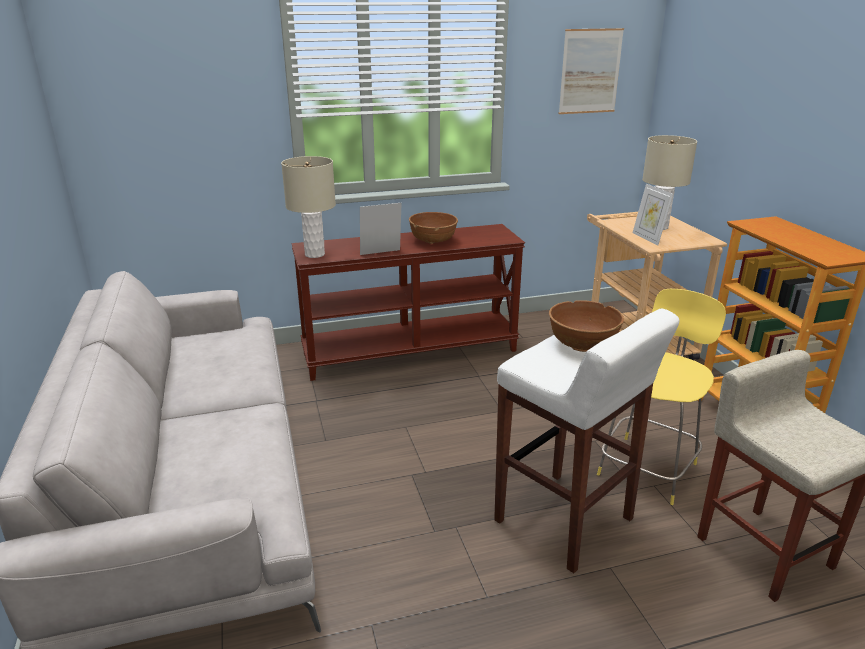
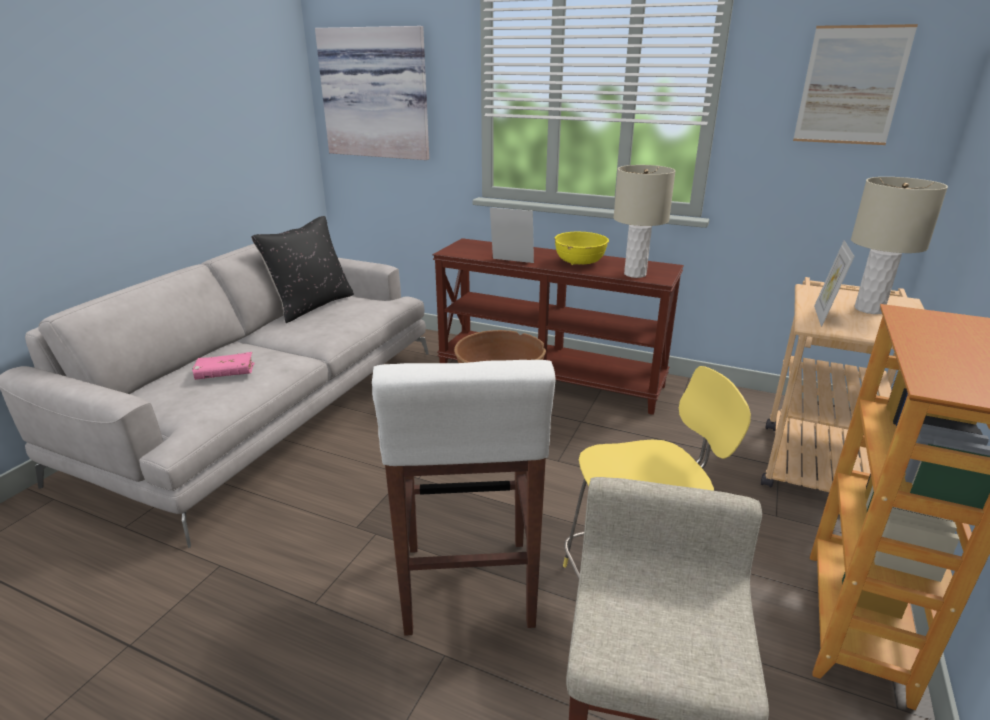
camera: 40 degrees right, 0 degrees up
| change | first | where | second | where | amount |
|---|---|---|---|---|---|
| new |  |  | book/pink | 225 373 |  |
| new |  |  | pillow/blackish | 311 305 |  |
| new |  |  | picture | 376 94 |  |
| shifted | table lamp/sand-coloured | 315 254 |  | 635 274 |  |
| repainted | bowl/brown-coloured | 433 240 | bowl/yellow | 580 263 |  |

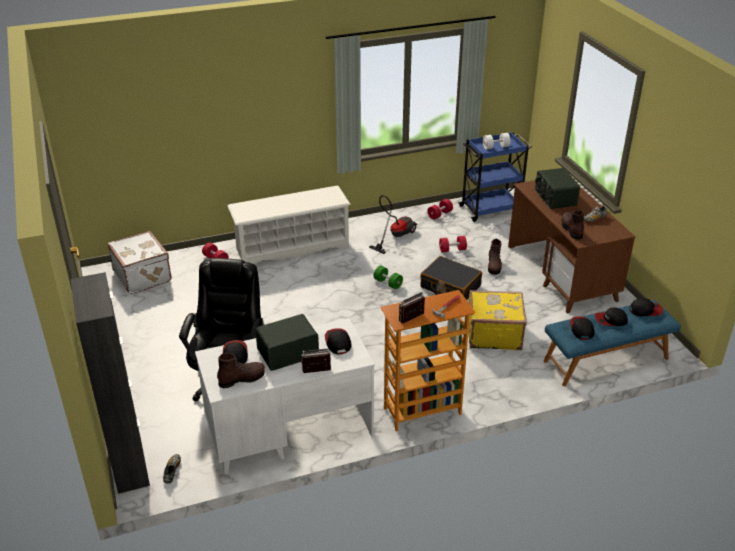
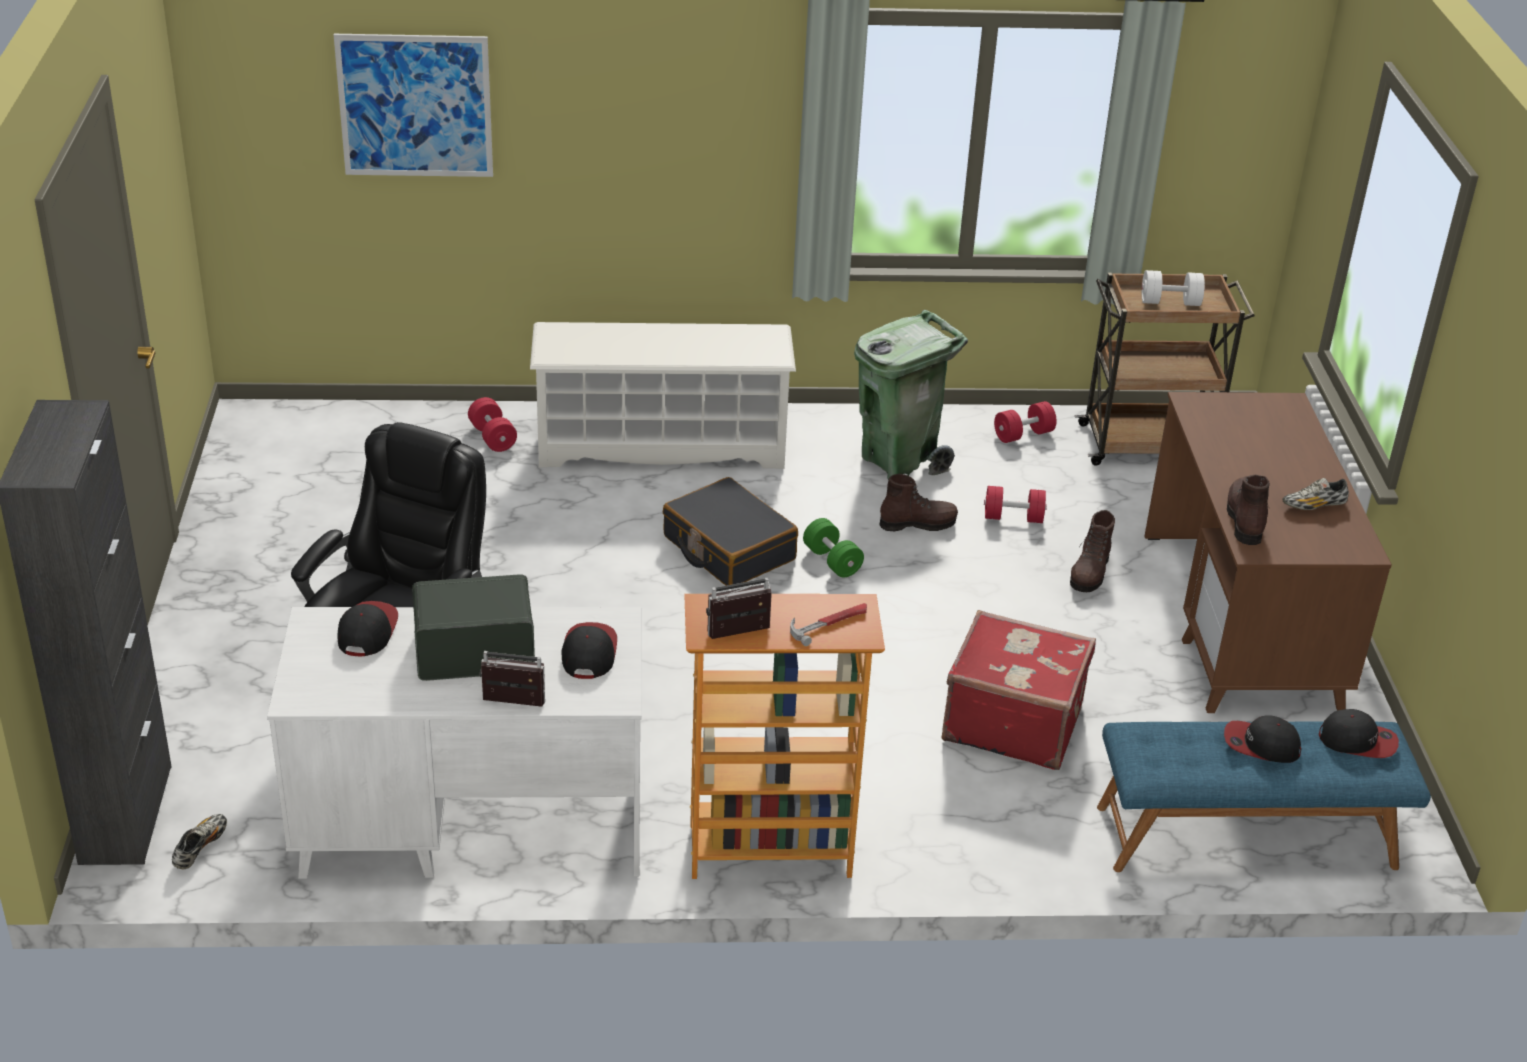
camera: 15 degrees right, 0 degrees up
| change | first | where | second | where | amount |
|---|---|---|---|---|---|
| gone | travel case/whitish | 143 276 |  |  |  |
| gone | radio set | 554 198 |  |  |  |
| gone | cap | 581 329 |  |  |  |
| new |  |  | picture | 415 106 |  |
| shifted | boot/brown-coloured | 242 379 |  | 918 523 |  |
| shifted | travel case/blackish | 450 287 |  | 728 548 |  |
| swapped | vacuum | 395 235 | trash can/green | 899 461 |  |
| repainted | cart/blue | 491 209 | cart/brown-coloured | 1148 444 |  |
| repainted | travel case/yellow | 493 334 | travel case/red | 1012 722 |  |

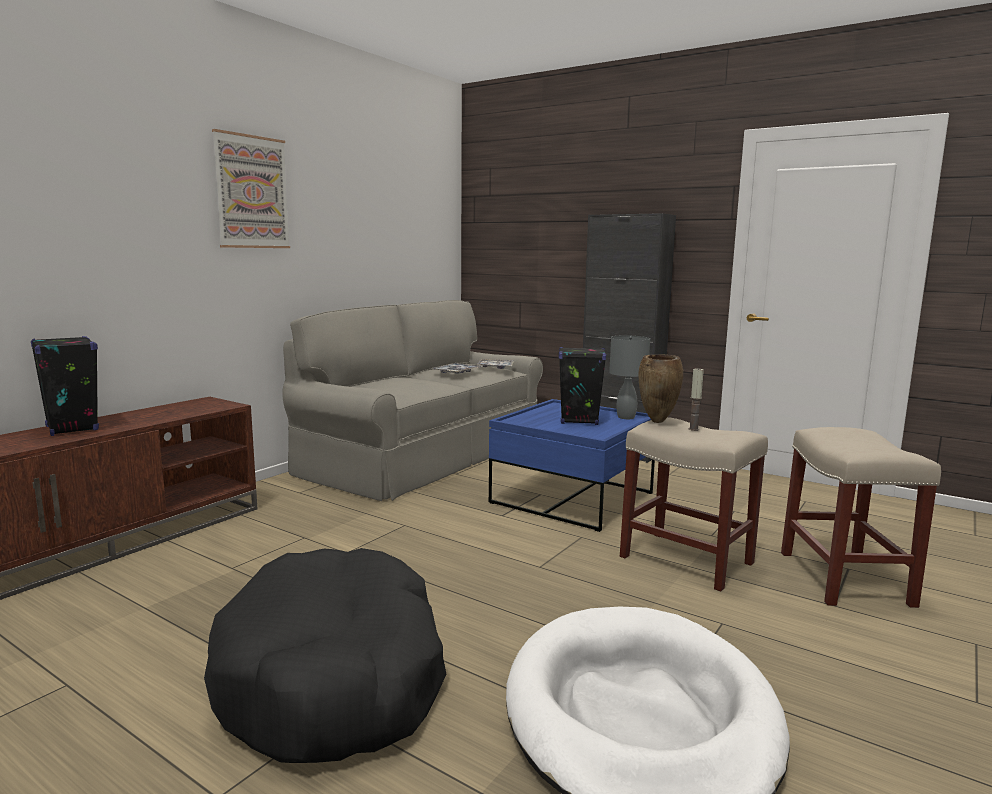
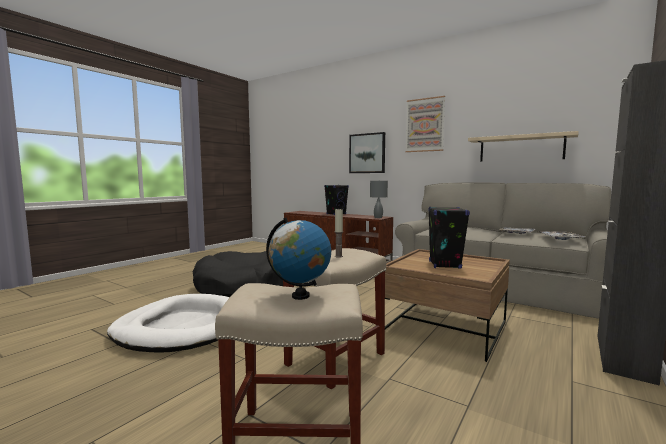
camera: 90 degrees right, 5 degrees down
| change | first | where | second | where | amount |
|---|---|---|---|---|---|
| gone | decorative vase/brown-coloured | 657 422 |  |  |  |
| new |  |  | globe | 300 296 |  |
| new |  |  | picture | 367 153 |  |
| new |  |  | wall shelf/sand-coloured | 520 148 |  |
| shifted | table lamp/grey | 625 417 |  | 378 217 |  |
| repainted | coffee table/blue | 572 498 | coffee table/brown-coloured | 444 327 |  |

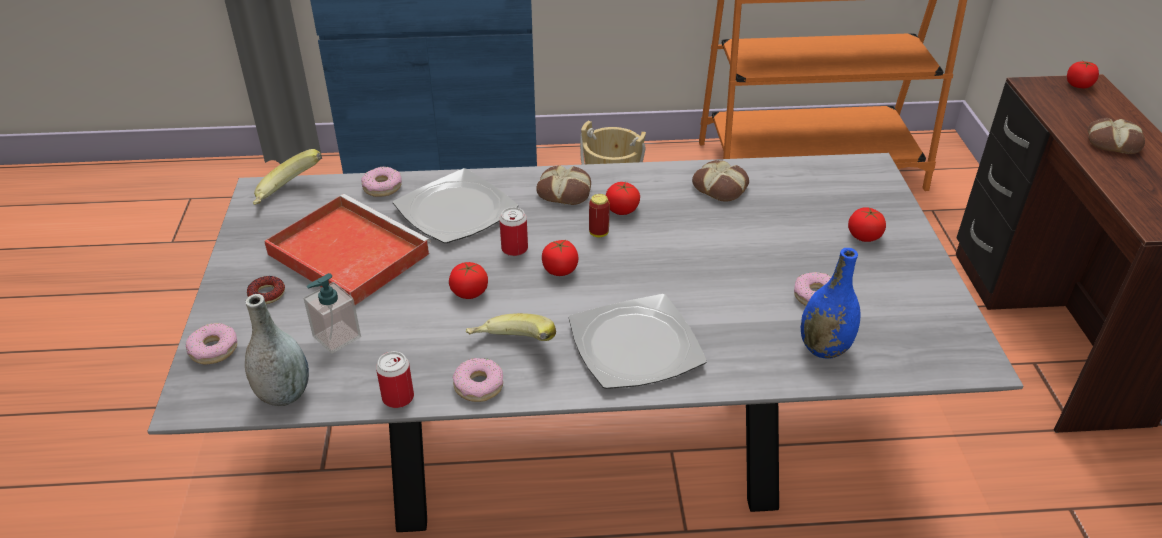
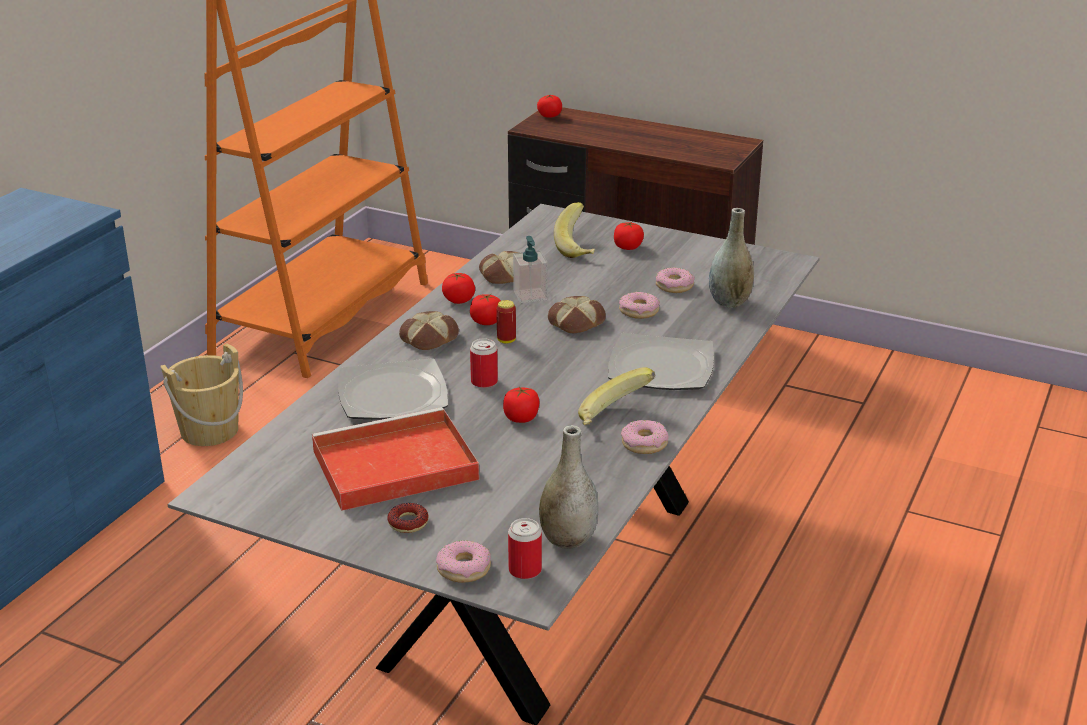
camera: 60 degrees left, 10 degrees down
| change | first | where | second | where | amount |
|---|---|---|---|---|---|
| shifted | banana | 289 195 |  | 579 248 |  |
| shifted | soap dispenser | 336 337 |  | 530 295 |  |
| shifted | donut | 382 187 |  | 639 311 |  |
| shifted | metal can | 398 397 |  | 525 570 |  |
| shifted | fresh tomato | 560 270 |  | 459 300 |  |
| shifted | baked bread | 1113 142 |  | 575 321 |  |
| repainted | decorative vase/blue | 824 348 | decorative vase/grey | 729 302 |  |

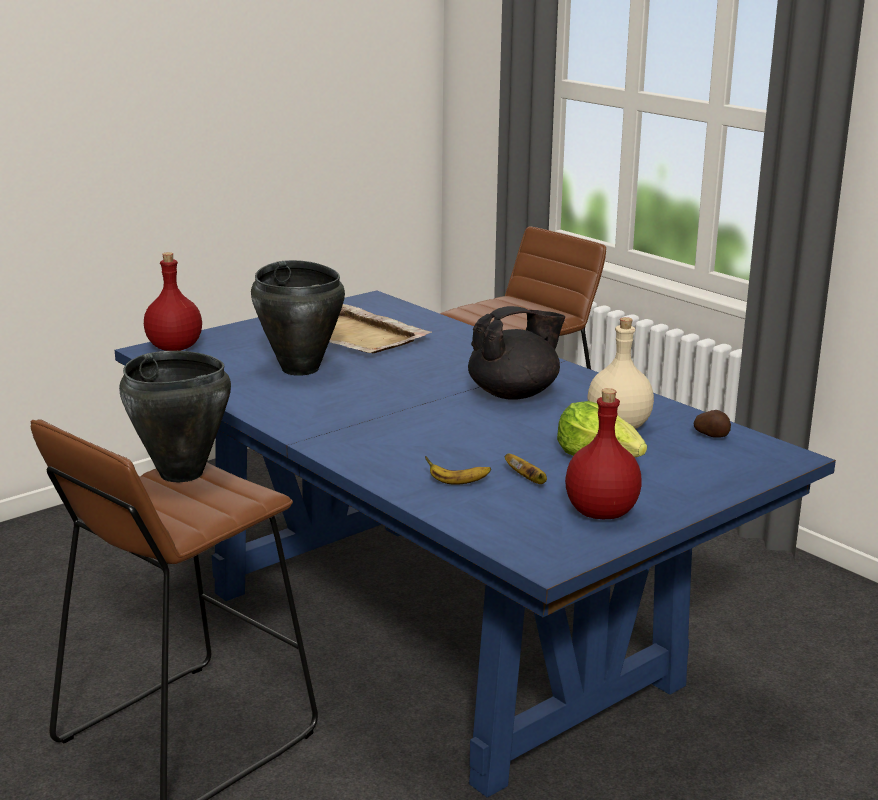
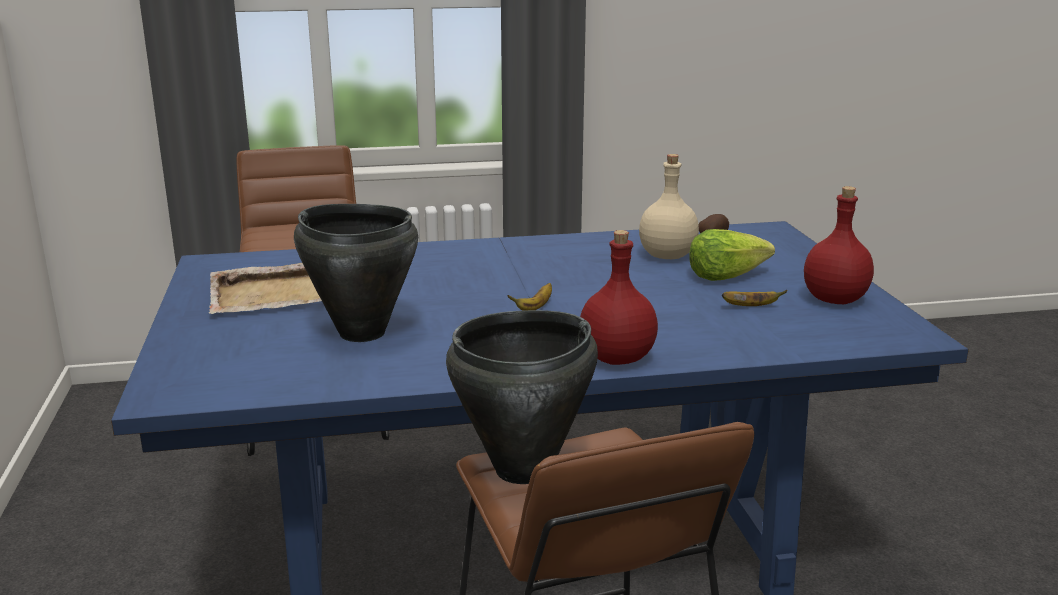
camera: 60 degrees left, 0 degrees up
| change | first | where | second | where | amount |
|---|---|---|---|---|---|
| gone | teapot/blackish | 514 394 |  |  |  |
| shifted | drink bottle/red | 174 348 |  | 615 358 |  |
| shifted | banana | 457 483 |  | 535 307 |  |

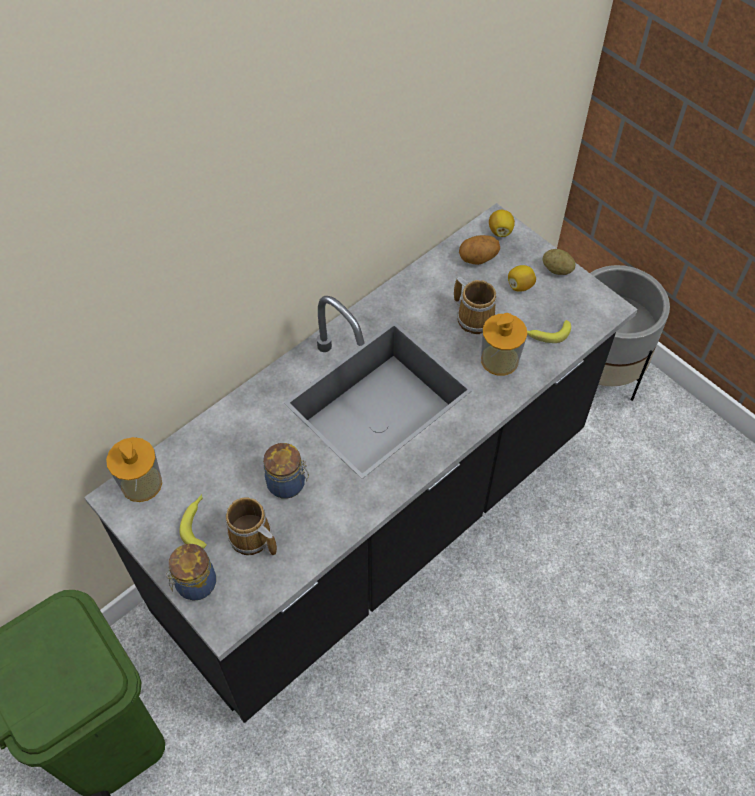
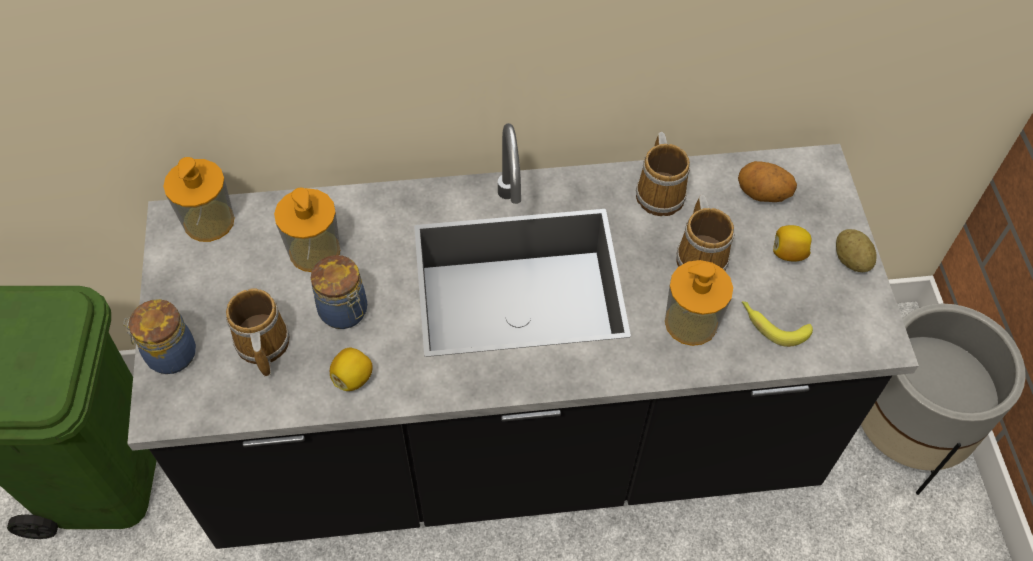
camera: 35 degrees right, 0 degrees up
| change | first | where | second | where | amount |
|---|---|---|---|---|---|
| gone | banana | 197 523 |  |  |  |
| new |  |  | soap dispenser | 314 251 |  |
| new |  |  | mug | 661 193 |  |
| shifted | citrus fruit | 500 231 |  | 353 377 |  |

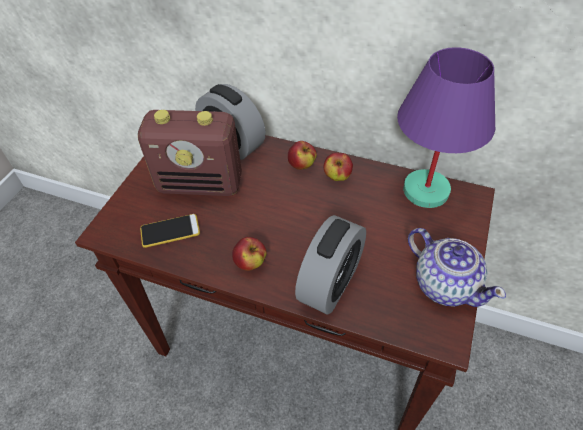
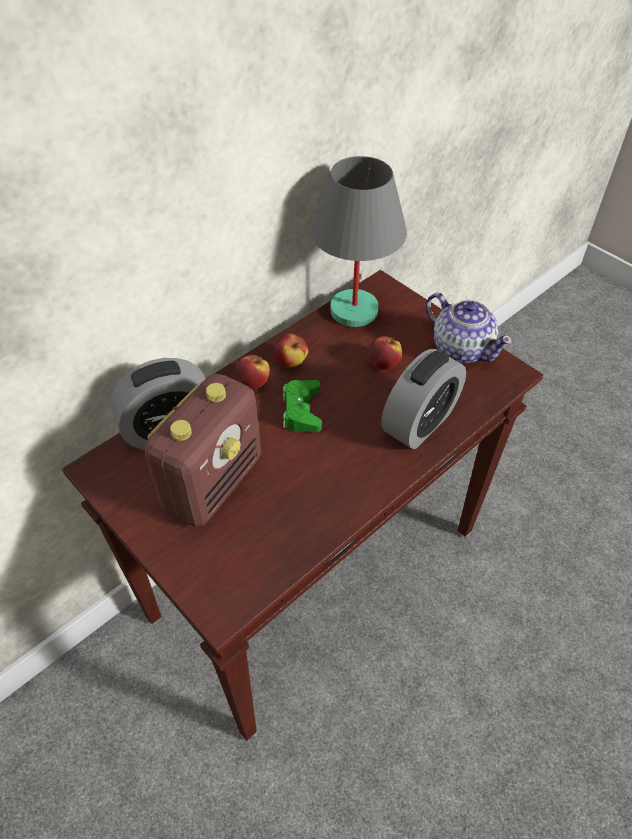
camera: 65 degrees left, 0 degrees up
| change | first | where | second | where | amount |
|---|---|---|---|---|---|
| gone | handset | 170 231 |  |  |  |
| new |  |  | joypad/green | 301 411 |  |
| shifted | apple fruit | 250 263 |  | 384 364 |  |
| repainted | table lamp/purple-coloured | 425 191 | table lamp/grey | 354 311 |  |
| rotated | bedside clock | 330 283 |  | 419 423 | 75 degrees clockwise |
| rotated | teapot | 445 284 |  | 461 348 | 60 degrees clockwise |

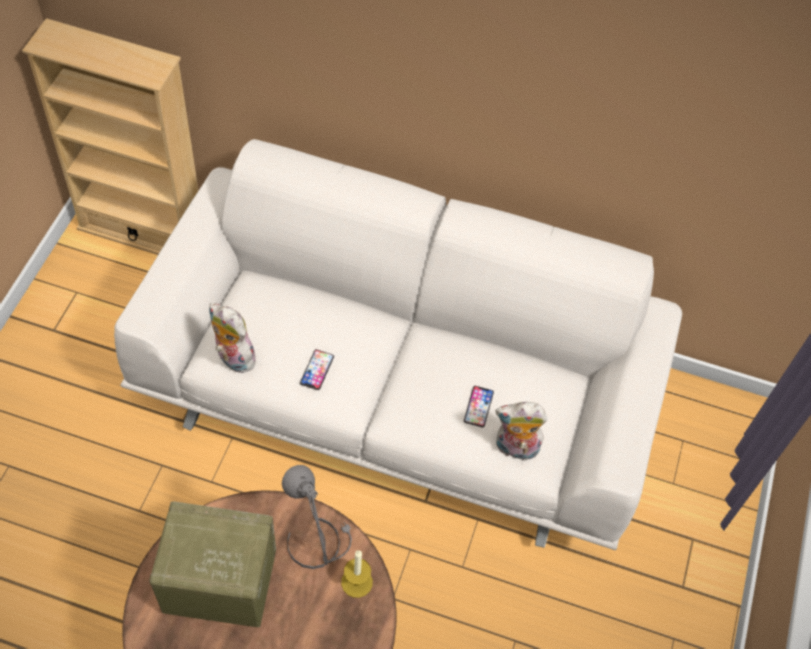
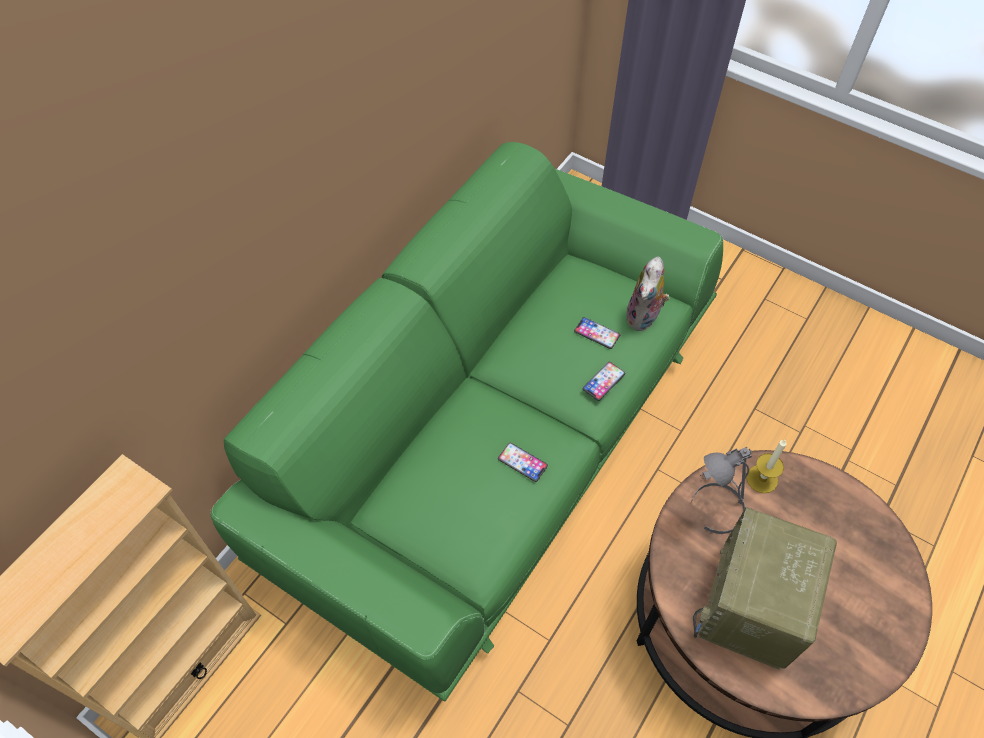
camera: 70 degrees left, 0 degrees up
| change | first | where | second | where | amount |
|---|---|---|---|---|---|
| gone | soft toy | 232 358 |  |  |  |
| new |  |  | handset | 603 381 |  |
| repainted | settee/whitish | 400 394 | settee/green | 492 438 |  |

